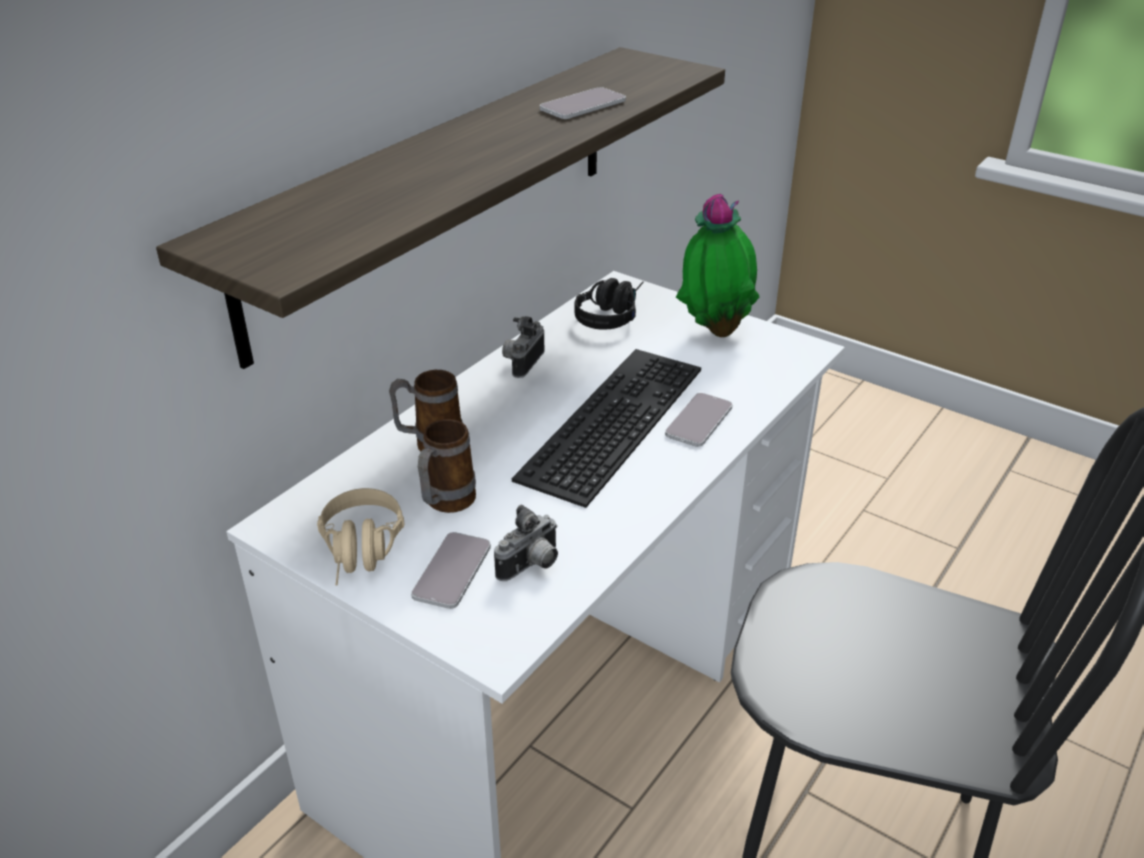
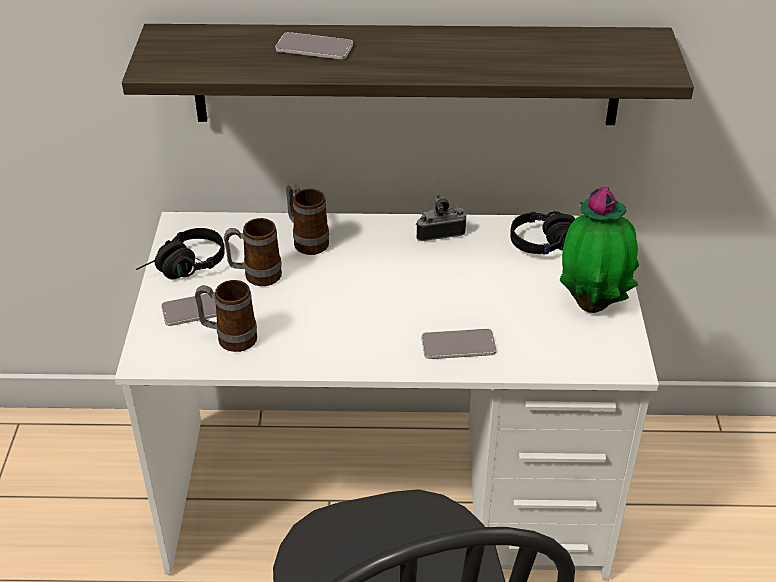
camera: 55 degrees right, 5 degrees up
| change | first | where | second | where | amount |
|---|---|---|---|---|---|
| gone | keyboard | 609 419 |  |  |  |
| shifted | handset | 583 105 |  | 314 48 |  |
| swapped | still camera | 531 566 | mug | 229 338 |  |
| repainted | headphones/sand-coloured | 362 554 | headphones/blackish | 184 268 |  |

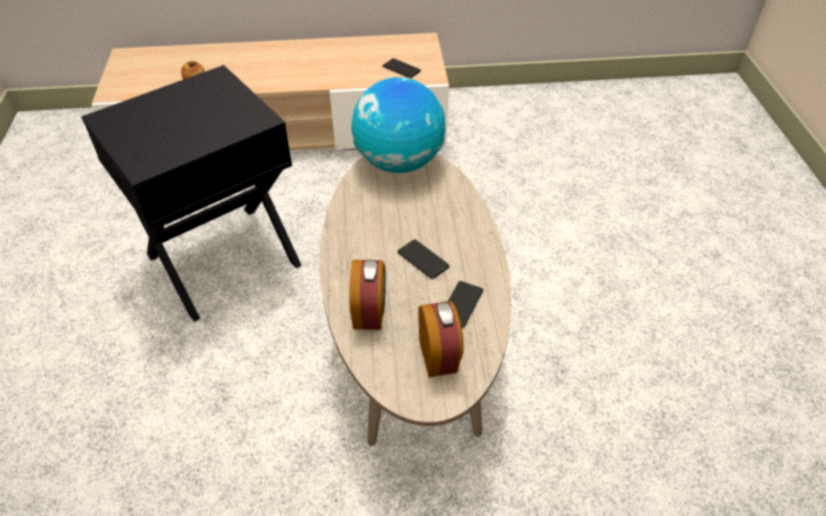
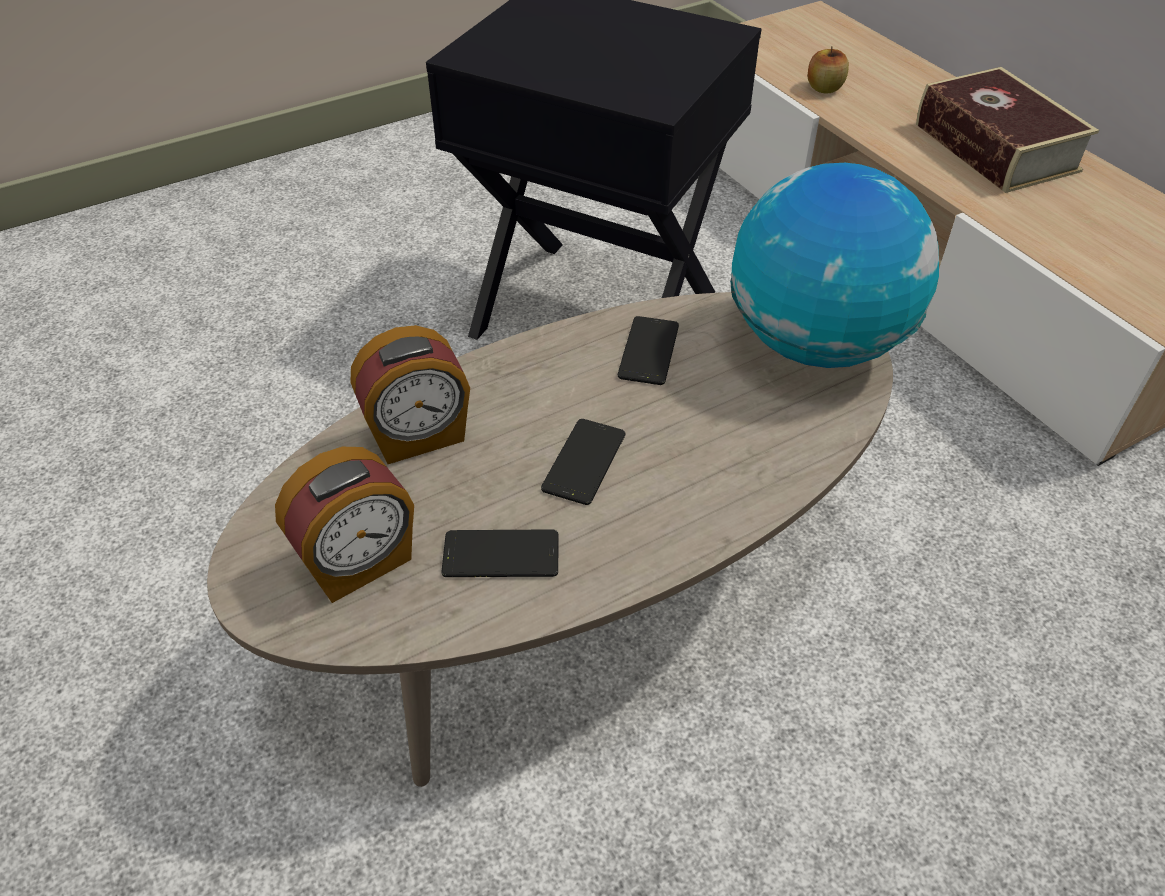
camera: 65 degrees right, 0 degrees up
| change | first | where | second | where | amount |
|---|---|---|---|---|---|
| new |  |  | book | 995 147 |  |
| shifted | handset | 401 69 |  | 648 351 |  |

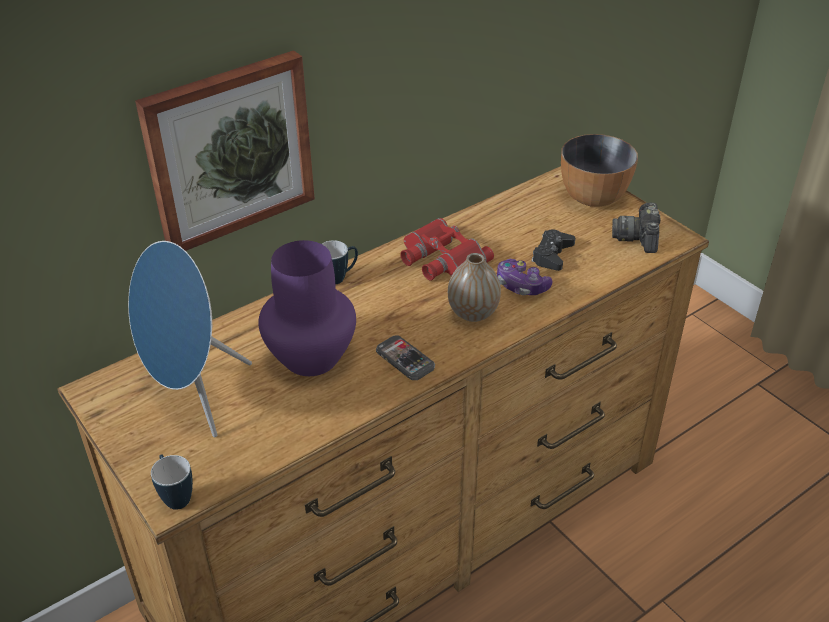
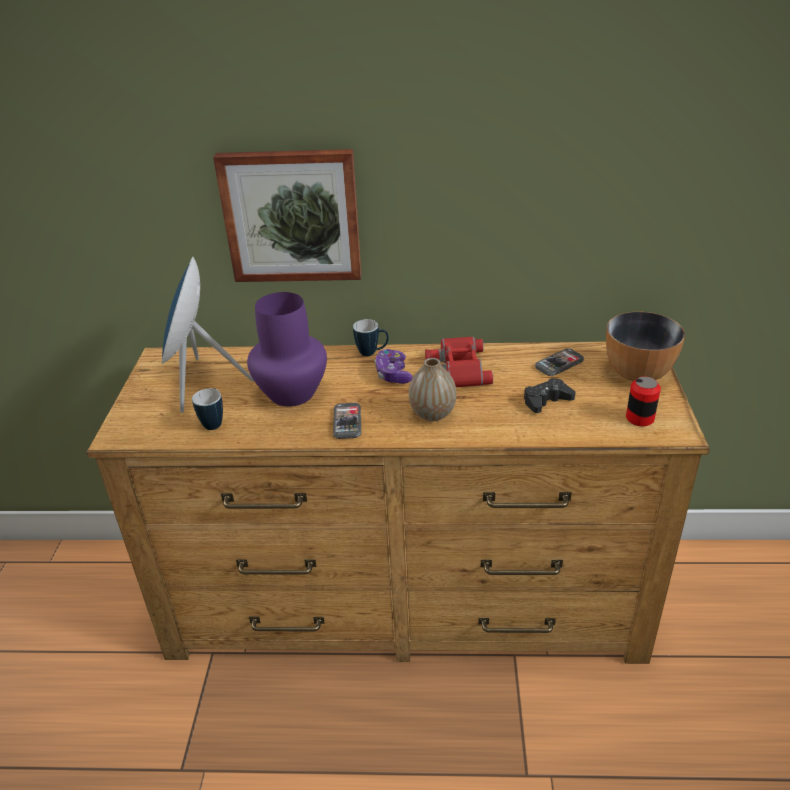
camera: 40 degrees right, 5 degrees down
| change | first | where | second | where | amount |
|---|---|---|---|---|---|
| new |  |  | handset | 559 364 |  |
| shifted | mug | 175 496 |  | 214 422 |  |
| shifted | joypad | 521 286 |  | 393 374 |  |
| swapped | still camera | 638 238 | metal can | 640 418 |  |

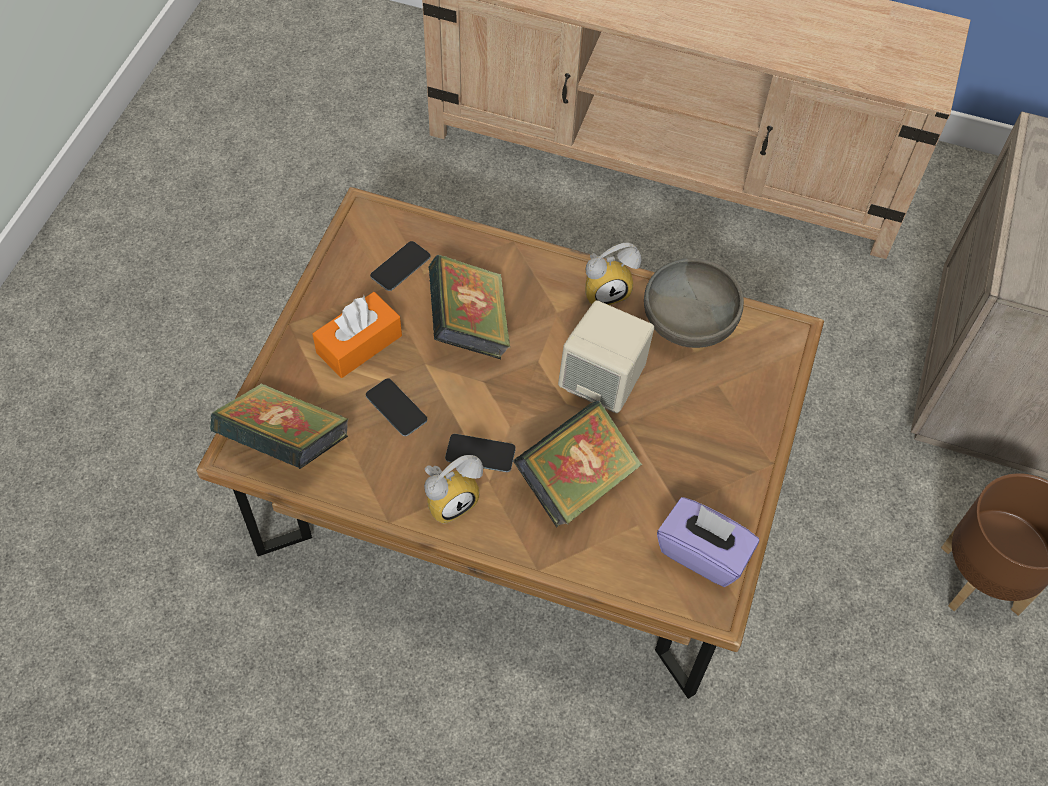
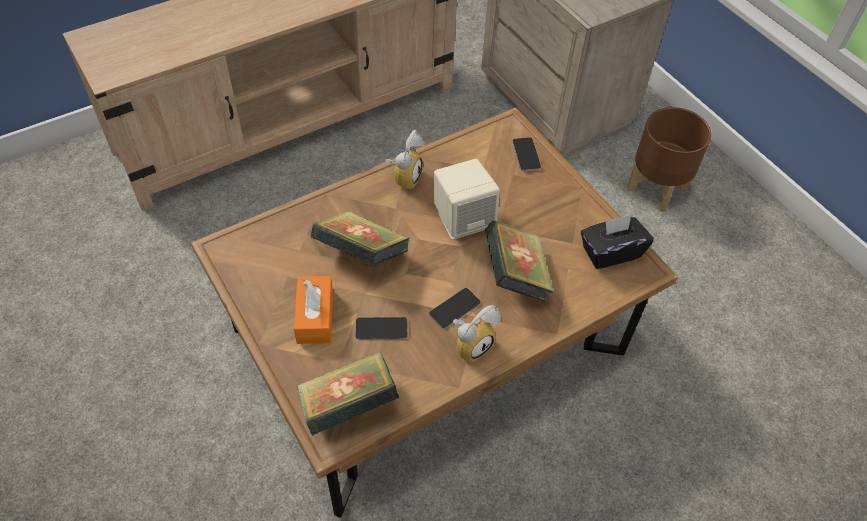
camera: 50 degrees left, 5 degrees down
| change | first | where | second | where | amount |
|---|---|---|---|---|---|
| gone | bowl/grey | 689 320 |  |  |  |
| shifted | handset | 400 266 |  | 526 154 |  |
| repainted | tissue box/purple-coloured | 703 553 | tissue box/blackish | 610 252 |  |
| rotated | bedside clock | 450 498 |  | 471 344 | 45 degrees clockwise |

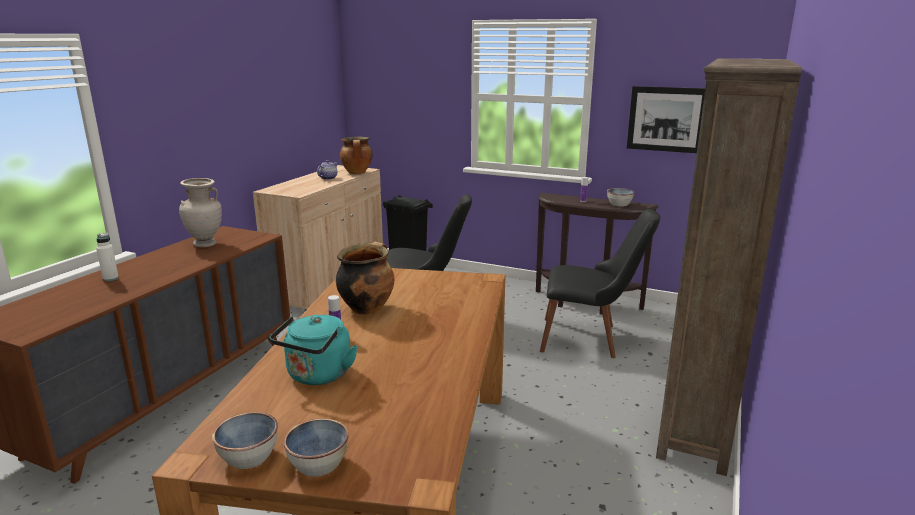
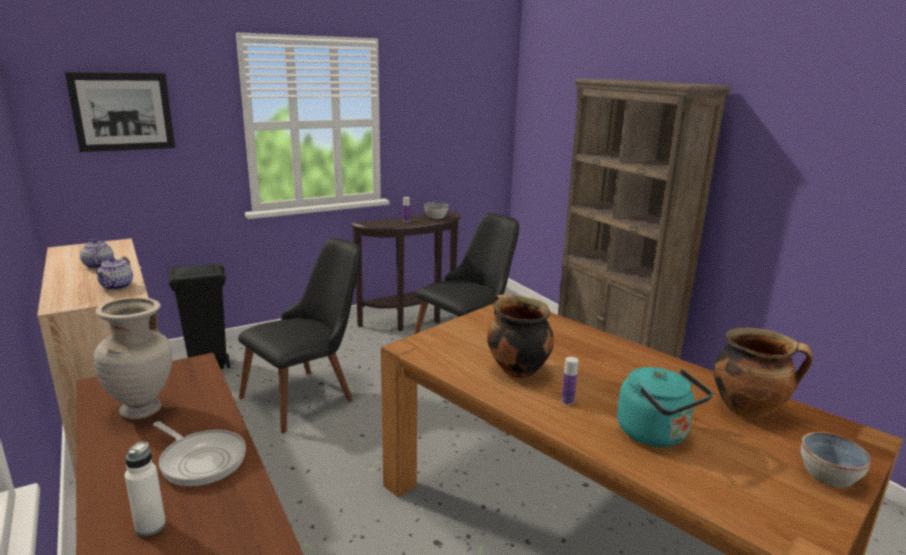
camera: 55 degrees left, 0 degrees up
| change | first | where | second | where | amount |
|---|---|---|---|---|---|
| gone | bowl | 248 457 |  |  |  |
| new |  |  | teapot | 117 286 |  |
| new |  |  | pan | 201 460 |  |
| shifted | cooking pot | 357 173 |  | 748 409 |  |
| shifted | picture | 666 119 |  | 122 111 |  |

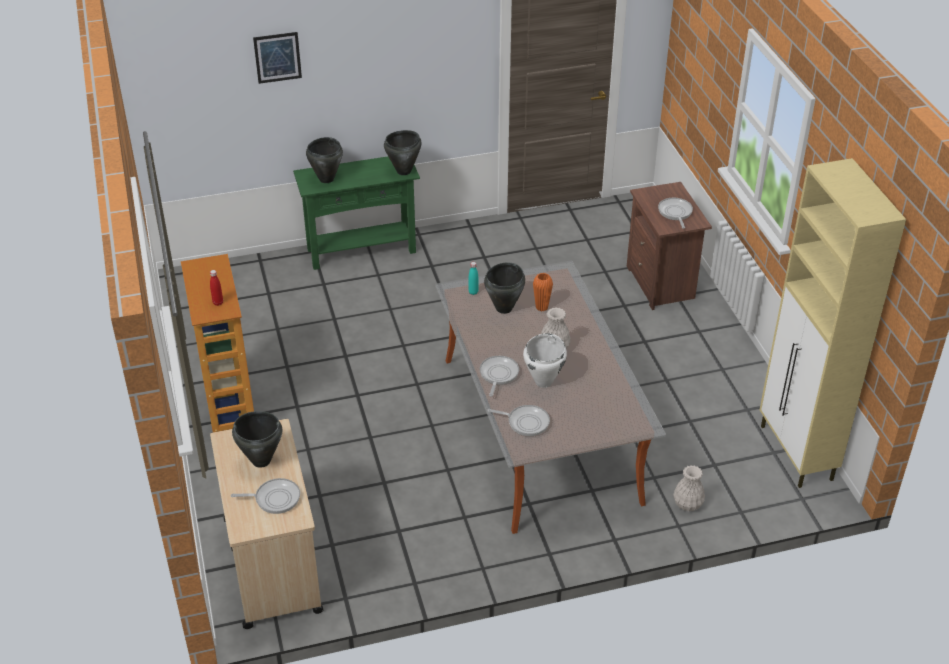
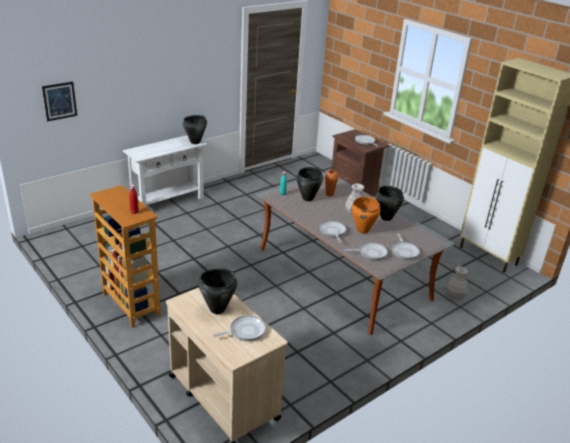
camera: 25 degrees left, 10 degrees down
| change | first | where | second | where | amount |
|---|---|---|---|---|---|
| new |  |  | pan | 404 251 |  |
| shifted | picture | 277 57 |  | 59 101 |  |
| shifted | cooking pot/blackish | 326 179 |  | 386 218 |  |
| repainted | console table/green | 361 250 | console table/whitish | 168 202 |  |
| repainted | cooking pot/whitish | 544 381 | cooking pot/orangey | 363 230 |  |

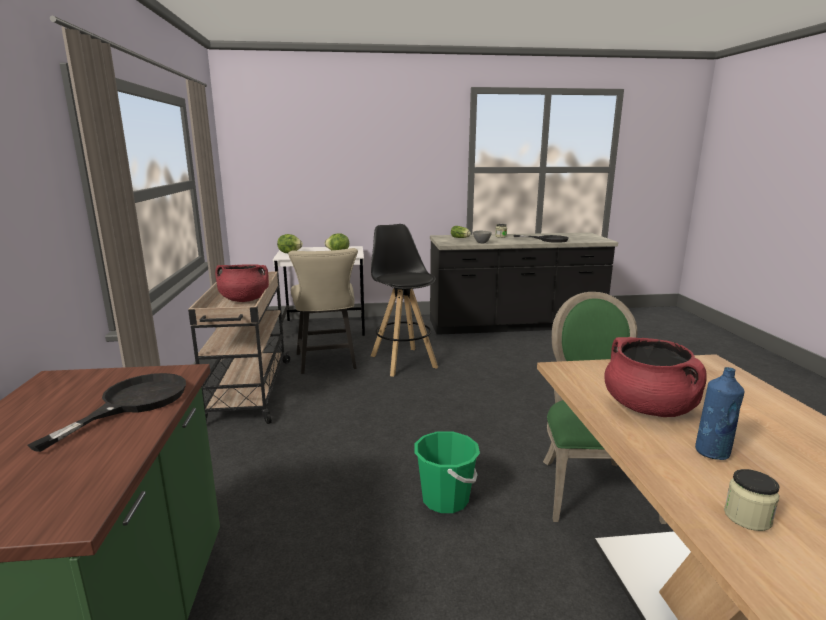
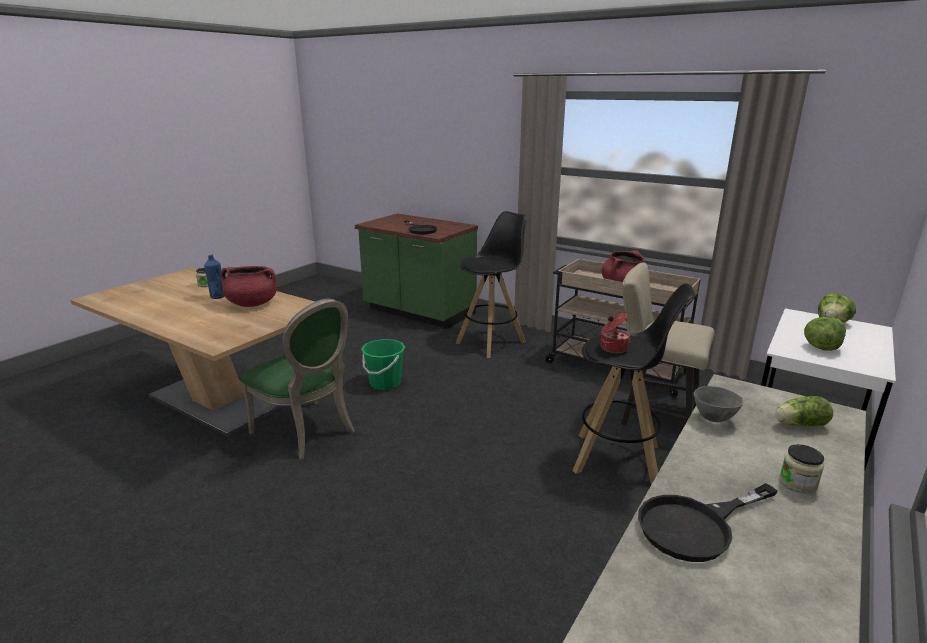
camera: 130 degrees right, 5 degrees up
| change | first | where | second | where | amount |
|---|---|---|---|---|---|
| new |  |  | stool seat/blackish | 491 342 |  |
| new |  |  | cooking pot | 613 347 |  |

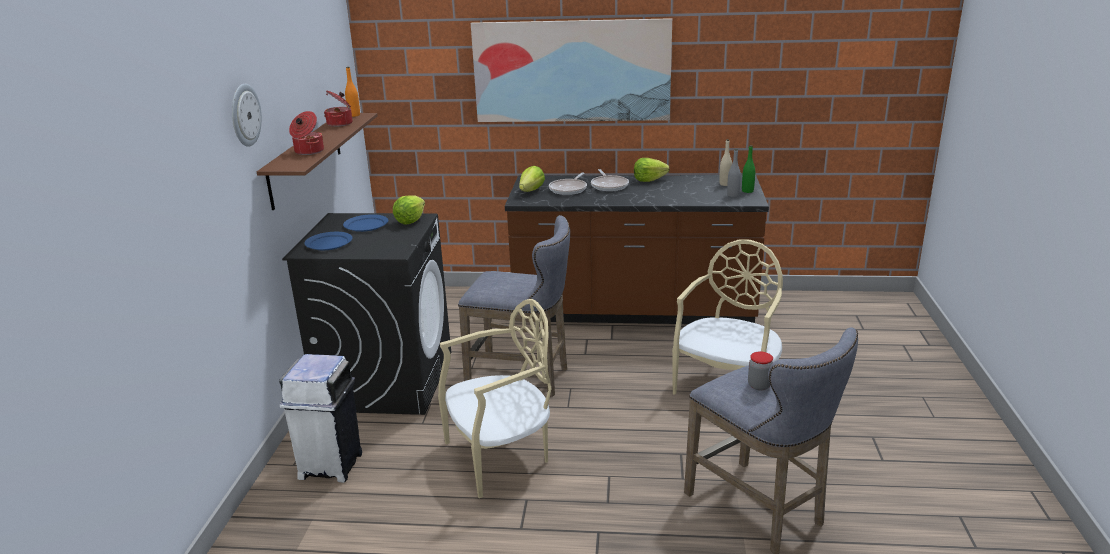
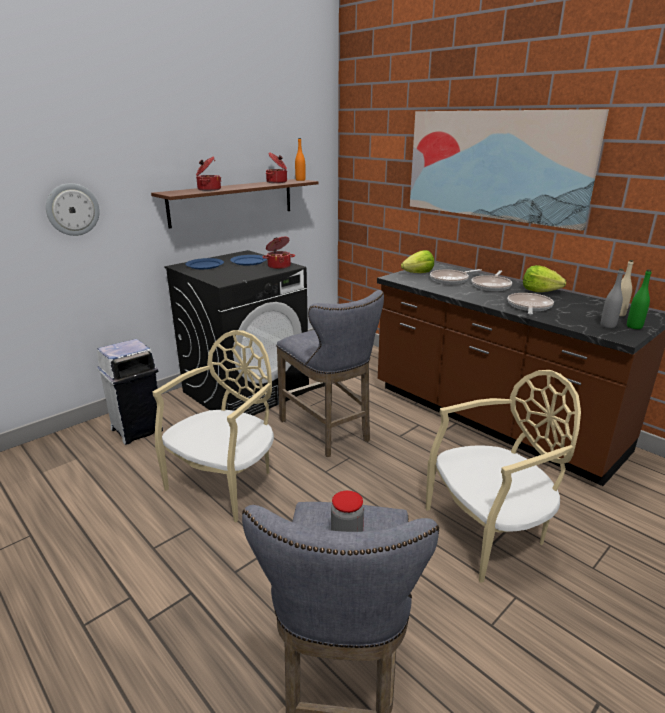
camera: 40 degrees right, 0 degrees up
| change | first | where | second | where | amount |
|---|---|---|---|---|---|
| new |  |  | pan | 529 306 |  |
| shifted | wall clock | 244 115 |  | 72 209 |  |
| swapped | lettuce | 410 220 | cooking pot | 279 266 |  |
| rotated | upright chair/sand-coloured | 501 456 |  | 226 483 | 75 degrees counterclockwise |

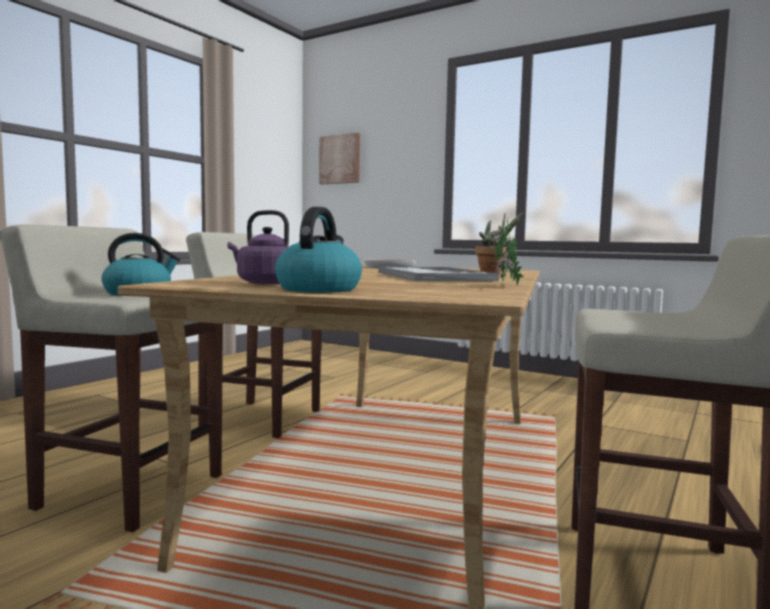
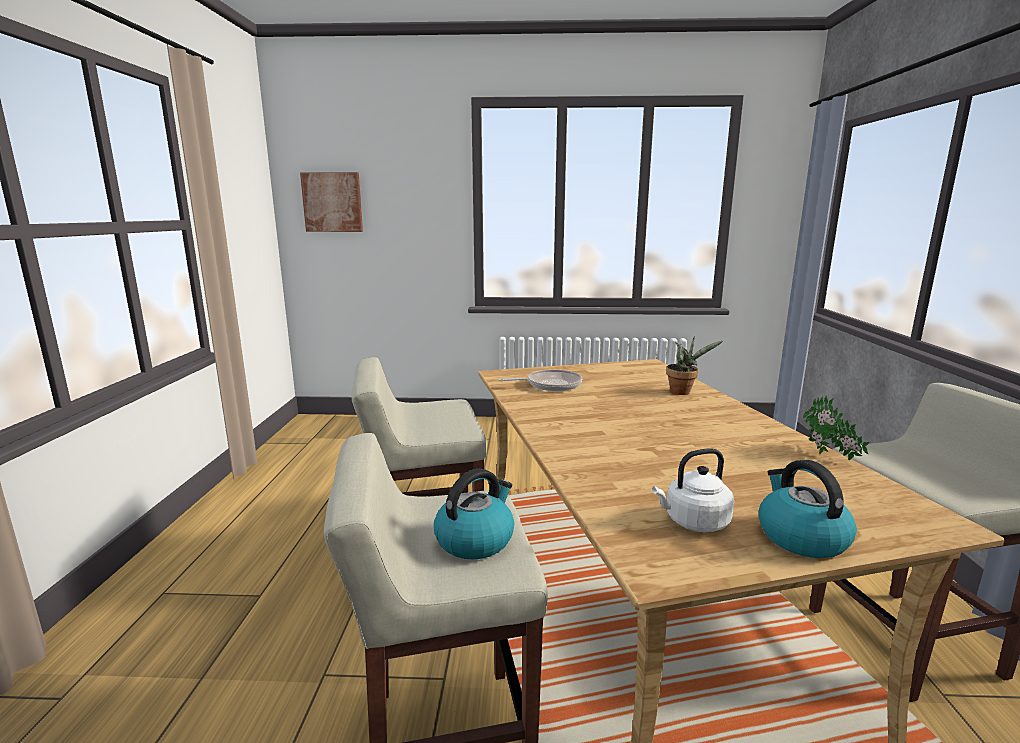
camera: 30 degrees left, 10 degrees up
| change | first | where | second | where | amount |
|---|---|---|---|---|---|
| gone | serving tray | 434 277 |  |  |  |
| repainted | kettle/purple-coloured | 263 283 | kettle/whitish | 693 522 |  |

